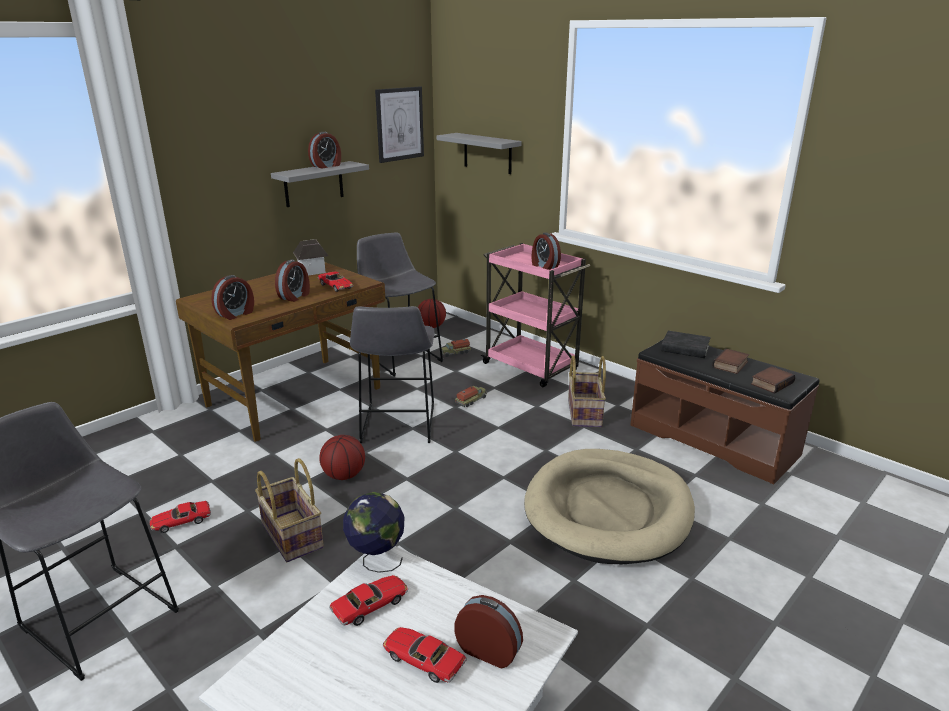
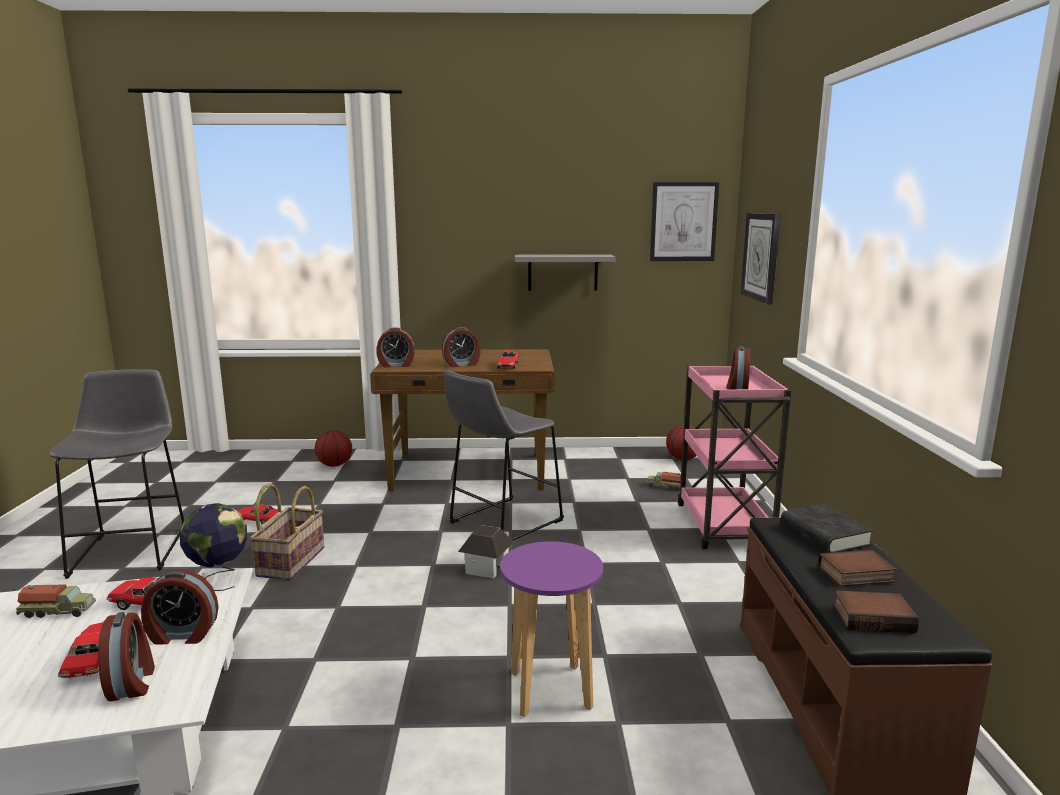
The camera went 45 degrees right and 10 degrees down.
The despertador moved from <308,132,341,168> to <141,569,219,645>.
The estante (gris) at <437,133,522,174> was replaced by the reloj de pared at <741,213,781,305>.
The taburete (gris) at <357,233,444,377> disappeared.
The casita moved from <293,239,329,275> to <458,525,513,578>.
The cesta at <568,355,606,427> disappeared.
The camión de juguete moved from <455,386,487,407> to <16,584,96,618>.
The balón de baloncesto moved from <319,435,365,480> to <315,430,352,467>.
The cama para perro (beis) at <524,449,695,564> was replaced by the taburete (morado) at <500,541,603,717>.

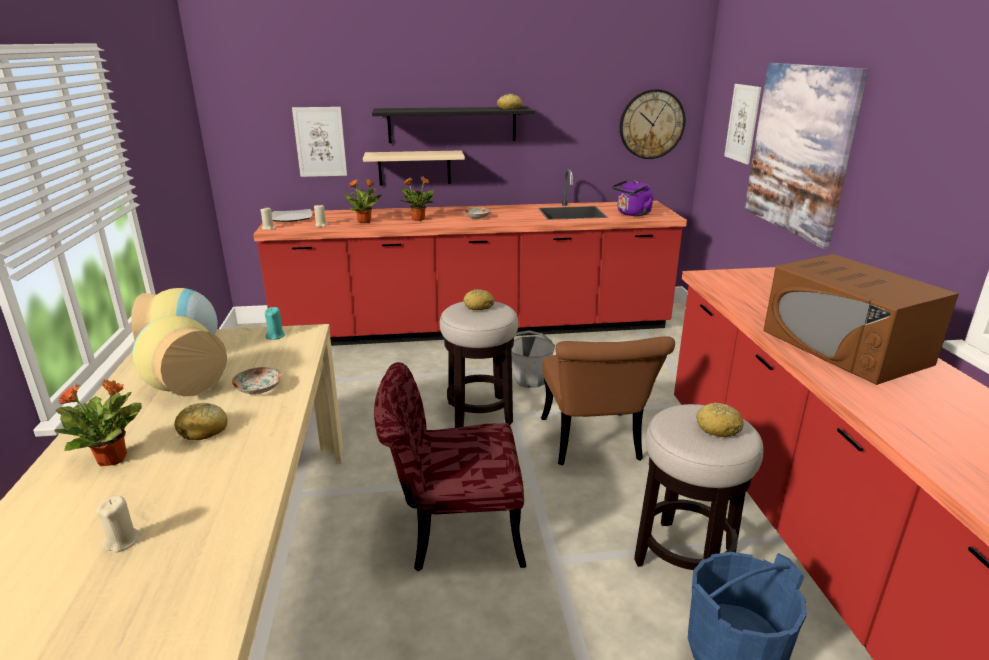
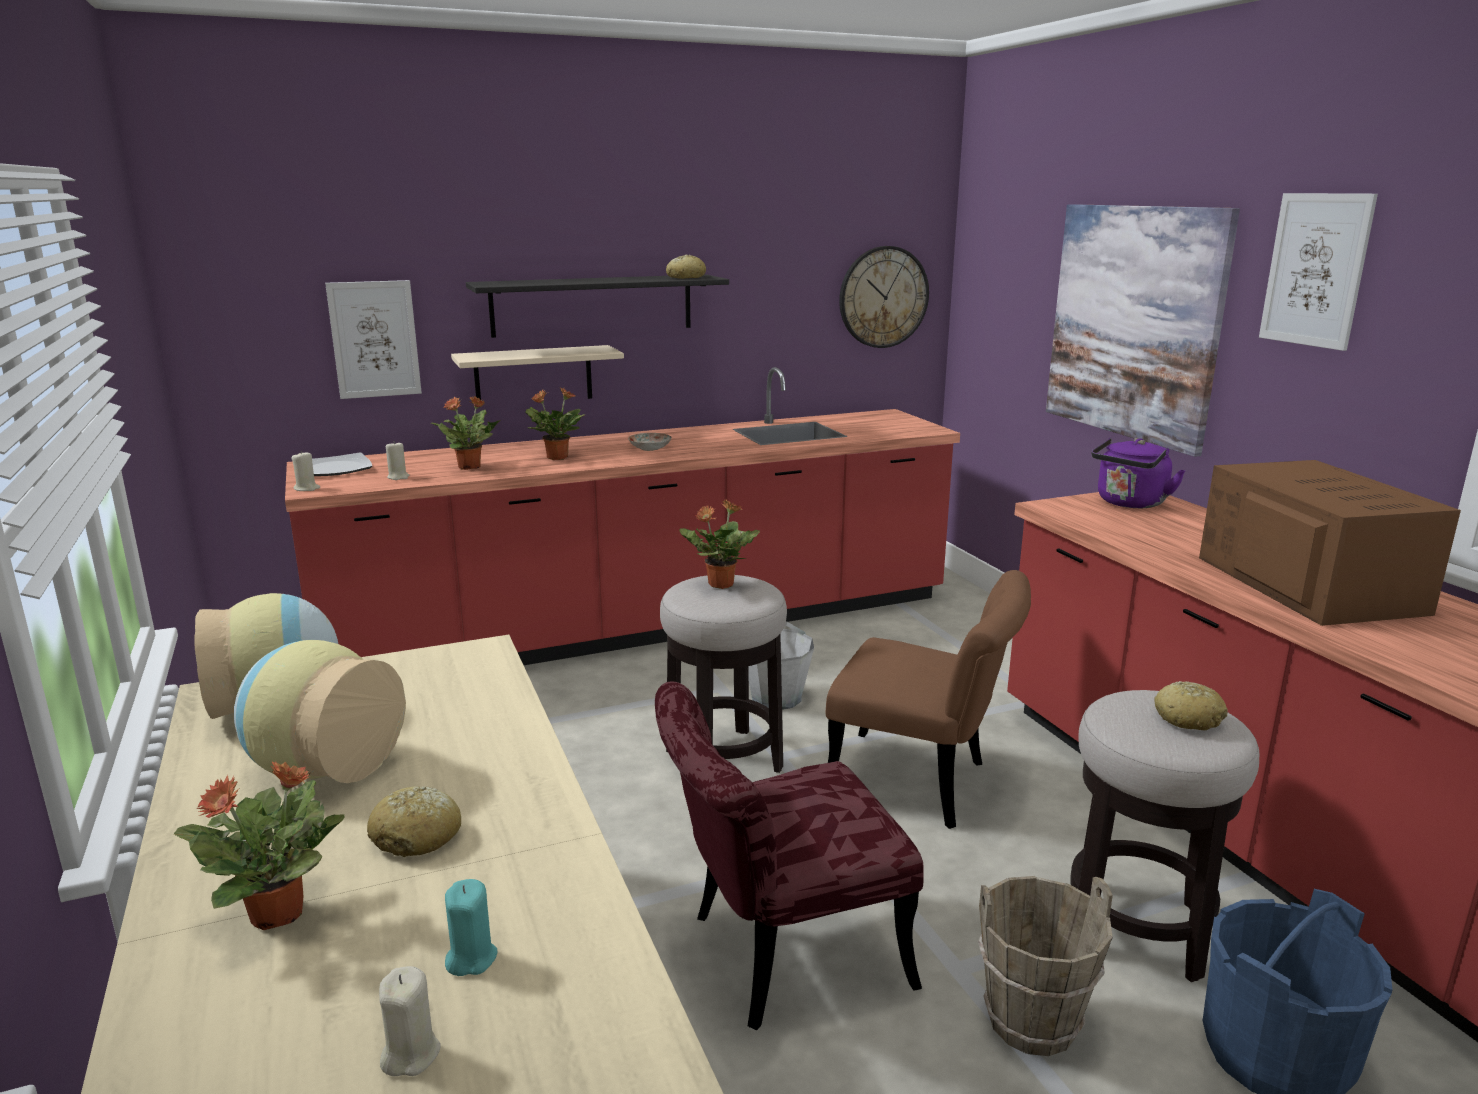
The camera went 15 degrees left and 5 degrees down.
The cuadro moved from <724,84,761,165> to <1259,193,1378,351>.
The hervidor (morado) moved from <612,180,654,216> to <1091,438,1185,508>.
The microondas (marrón) at <763,254,959,385> turned 150 degrees counterclockwise.
The pan at <464,289,494,310> was replaced by the planta en maceta at <679,500,760,589>.
The vela (turquesa) moved from <265,307,285,340> to <445,879,497,976>.
The silla (marrón) at <541,336,675,465> turned 45 degrees counterclockwise.
The plato at <231,367,282,394> disappeared.
The cubo (marrón) at <978,876,1113,1056> appeared.

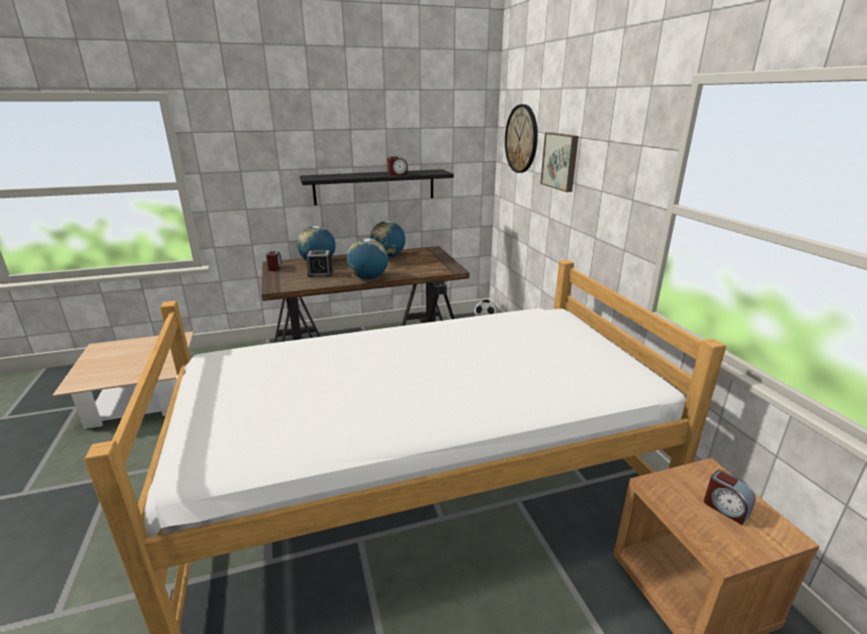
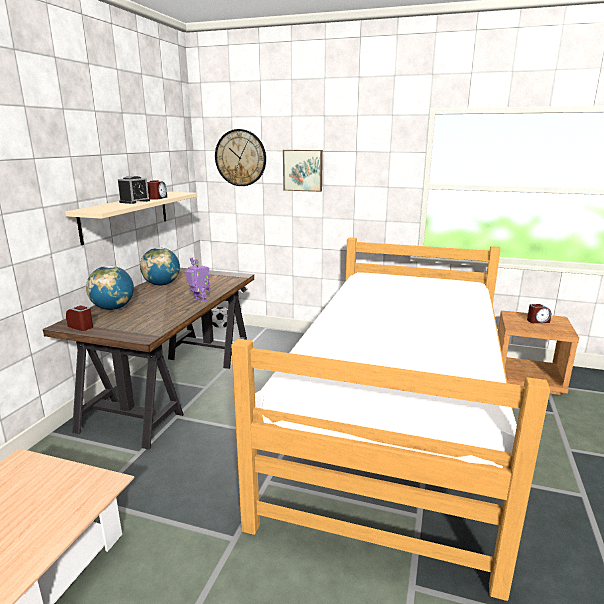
The camera went 55 degrees left and 5 degrees down.
The estante (negro) at <300,169,454,205> became the estante (beis) at <65,192,197,245>.
The globo terráqueo at <347,238,388,279> was replaced by the robot de juguete at <186,258,209,303>.
The despertador moved from <306,249,333,277> to <118,176,150,204>.

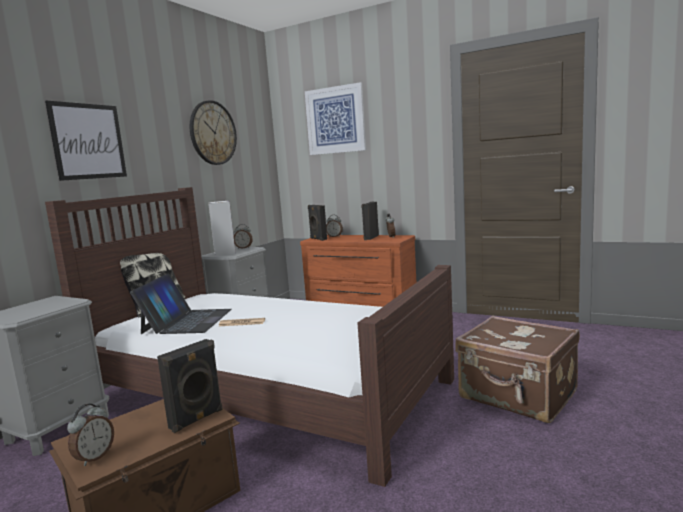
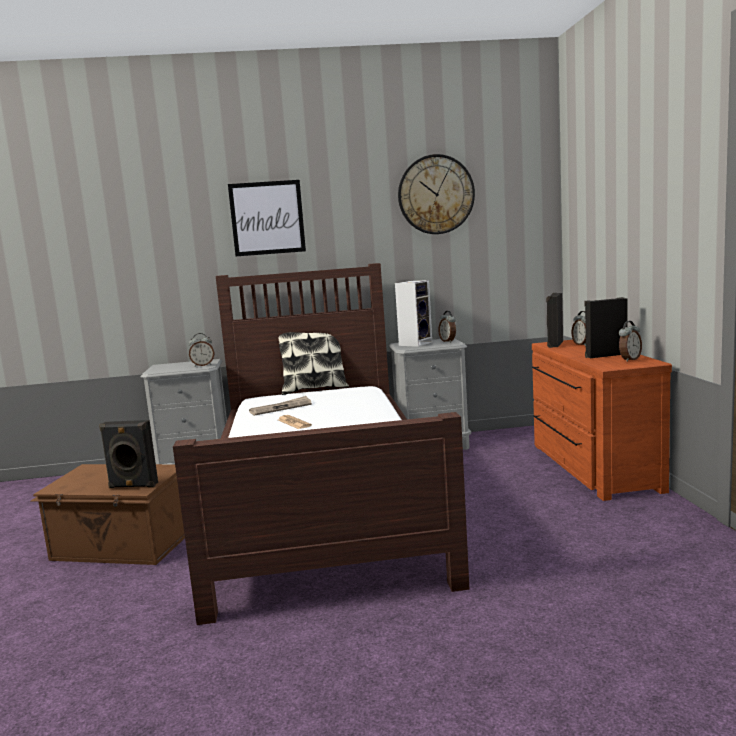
The camera went 55 degrees right and 0 degrees up.
The cuadro at <305,82,366,155> disappeared.
The portátil at <130,273,232,334> was replaced by the periódico at <249,396,312,416>.
The maleta (marrón) at <455,316,580,423> disappeared.
The despertador moved from <67,404,114,466> to <189,333,214,367>.

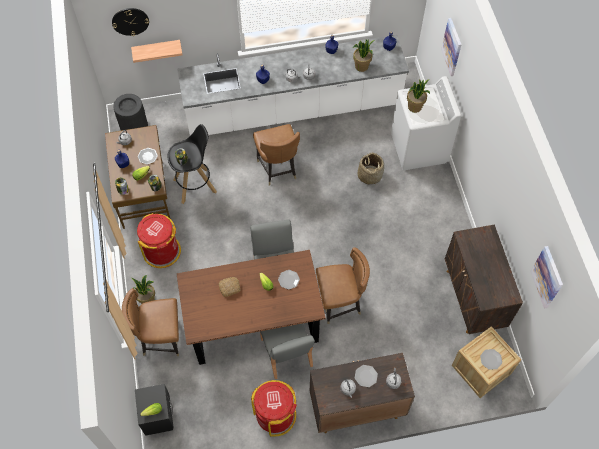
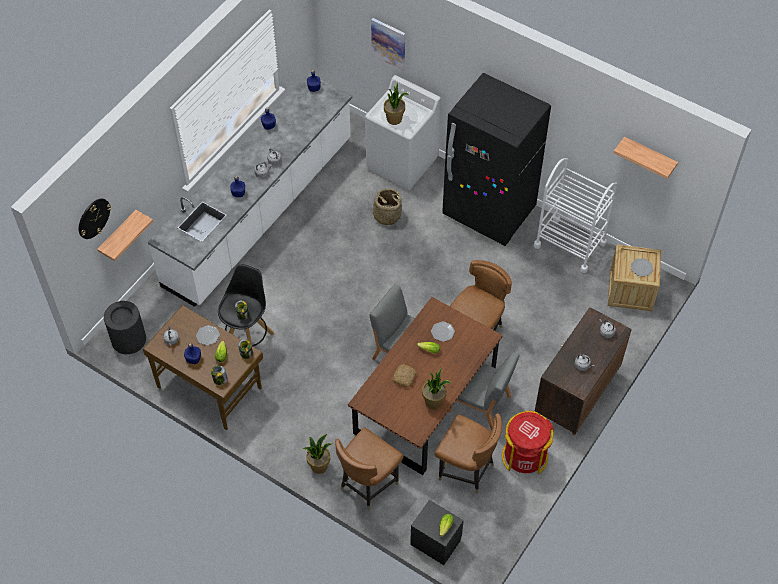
The camera went 45 degrees left and 5 degrees down.
The planta en maceta moved from <353,39,375,72> to <422,367,451,409>.
The silla (marrón) moved from <253,124,300,185> to <435,413,502,494>.
The papelera (rojo) at <137,213,181,268> disappeared.
The armario (marrón) at <445,224,523,334> was replaced by the carrito (blanco) at <533,158,618,273>.
The cuadro at <530,246,563,309> was replaced by the estante at <613,137,678,179>.
The plato at <355,365,378,387> disappeared.
The nevera (negro) at <442,73,551,246> appeared.

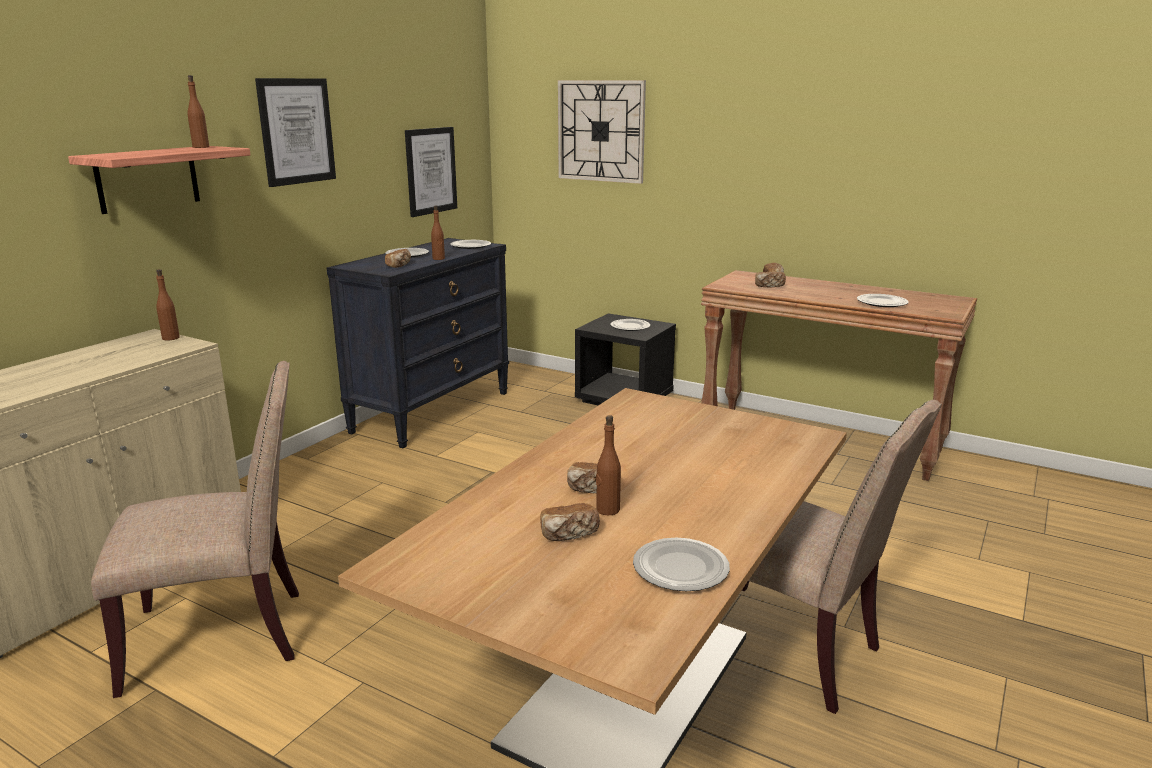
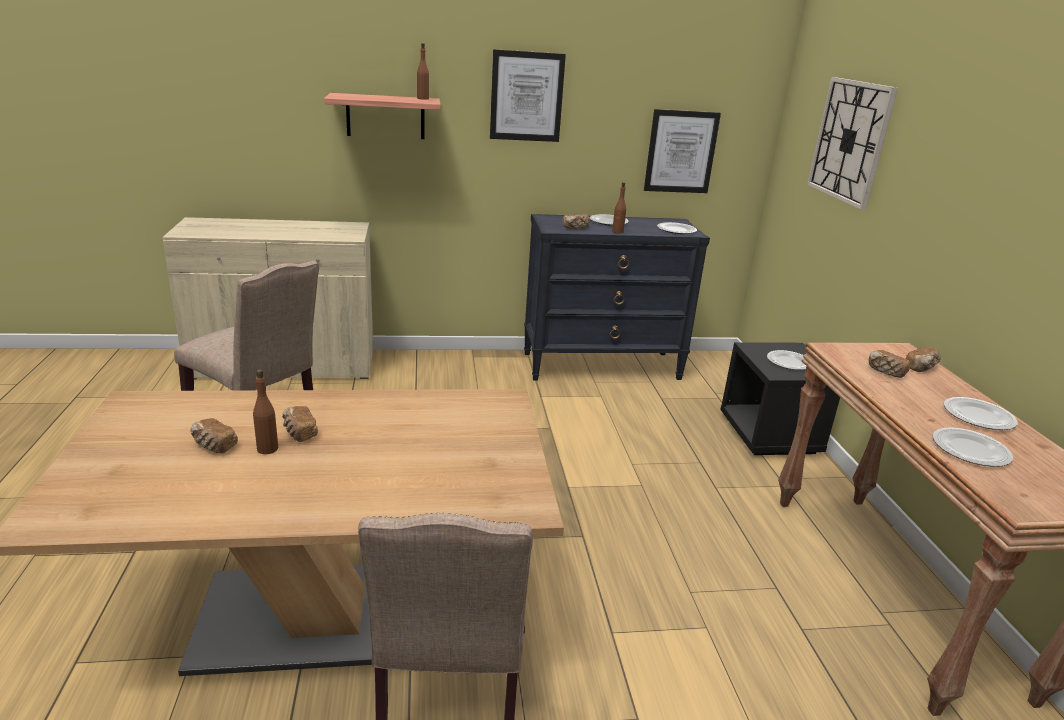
The camera went 50 degrees right and 5 degrees up.
The botella (marrón) at <156,269,180,341> disappeared.
The plato moved from <633,538,730,591> to <944,397,1018,430>.

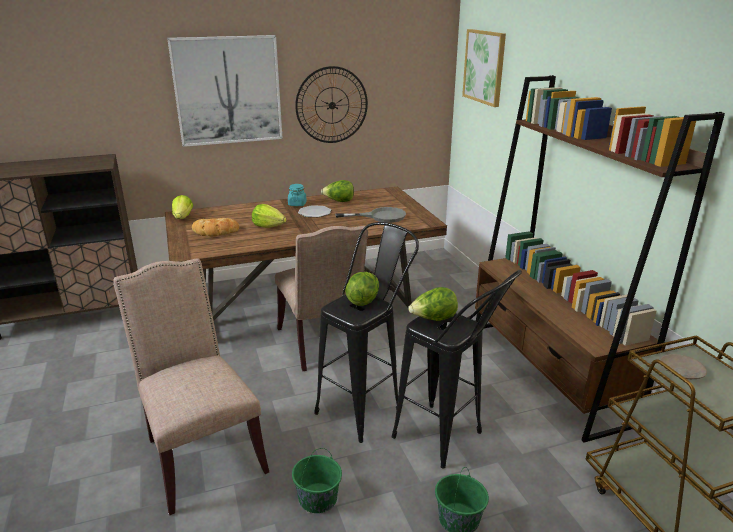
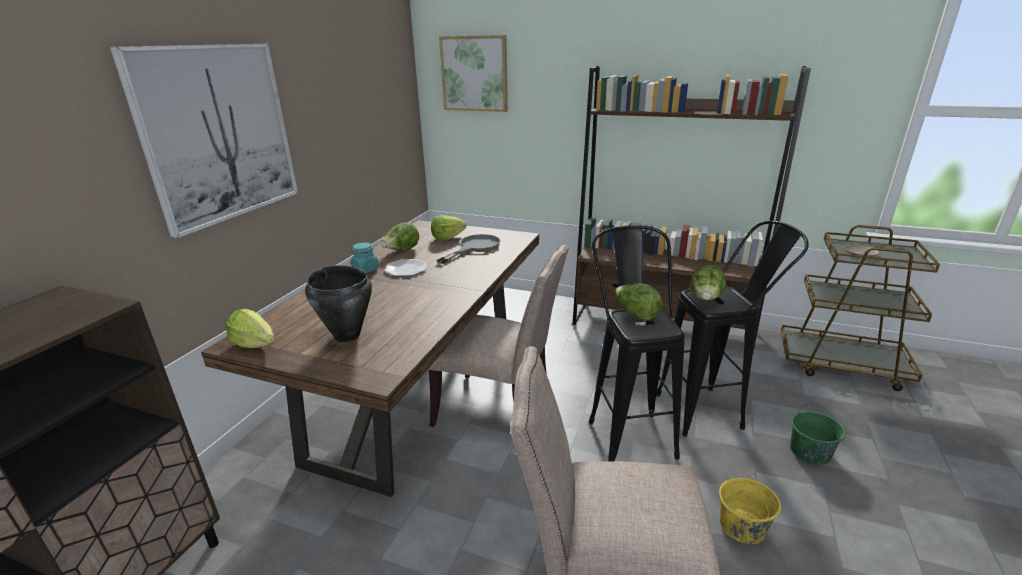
The camera went 50 degrees left and 0 degrees up.
The reloj de pared at <295,66,368,143> disappeared.
The lechuga moved from <252,204,286,228> to <431,215,467,240>.
The pan at <192,218,239,236> was replaced by the olla (negro) at <305,265,372,342>.
The cubo (verde) at <292,448,342,513> became the cubo (amarillo) at <719,470,781,544>.

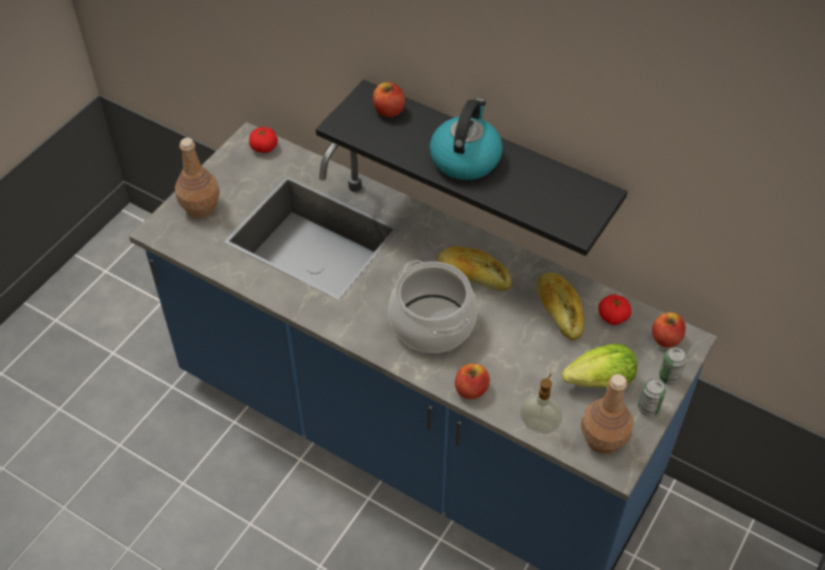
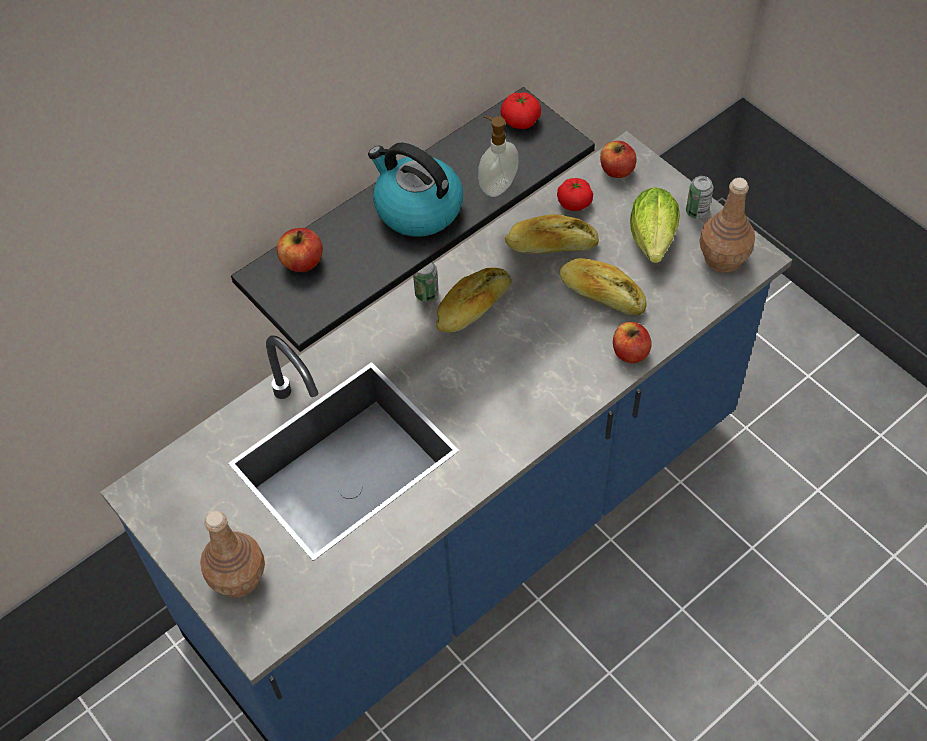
The camera went 70 degrees left and 5 degrees up.
The tomate moved from <249,127,278,153> to <501,92,541,129>.
The olla at <388,260,477,353> disappeared.
The lata moved from <659,347,687,385> to <413,262,439,302>.
The dispensador de jabón moved from <520,373,562,434> to <478,116,519,197>.
The pan at <559,258,647,315> appeared.

